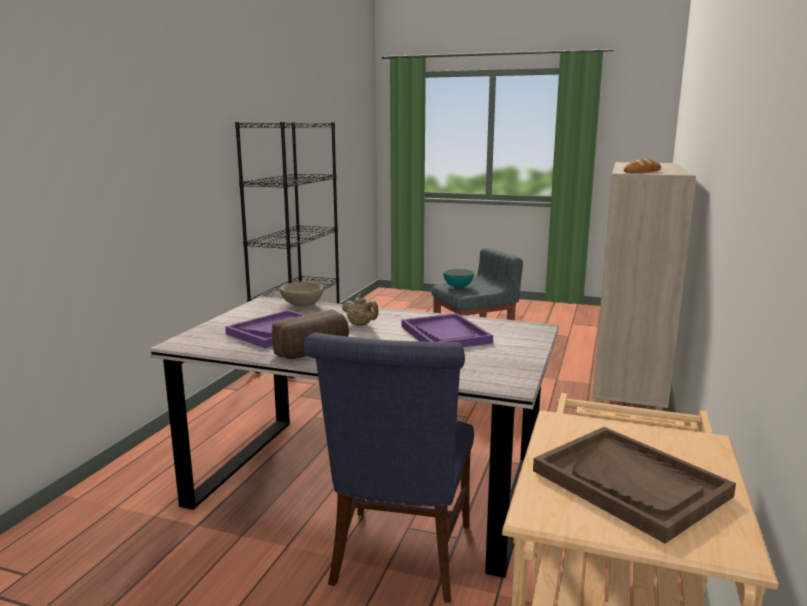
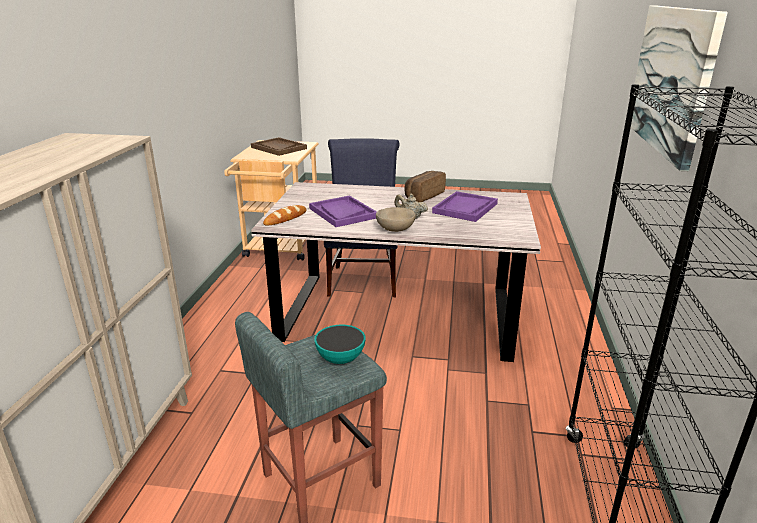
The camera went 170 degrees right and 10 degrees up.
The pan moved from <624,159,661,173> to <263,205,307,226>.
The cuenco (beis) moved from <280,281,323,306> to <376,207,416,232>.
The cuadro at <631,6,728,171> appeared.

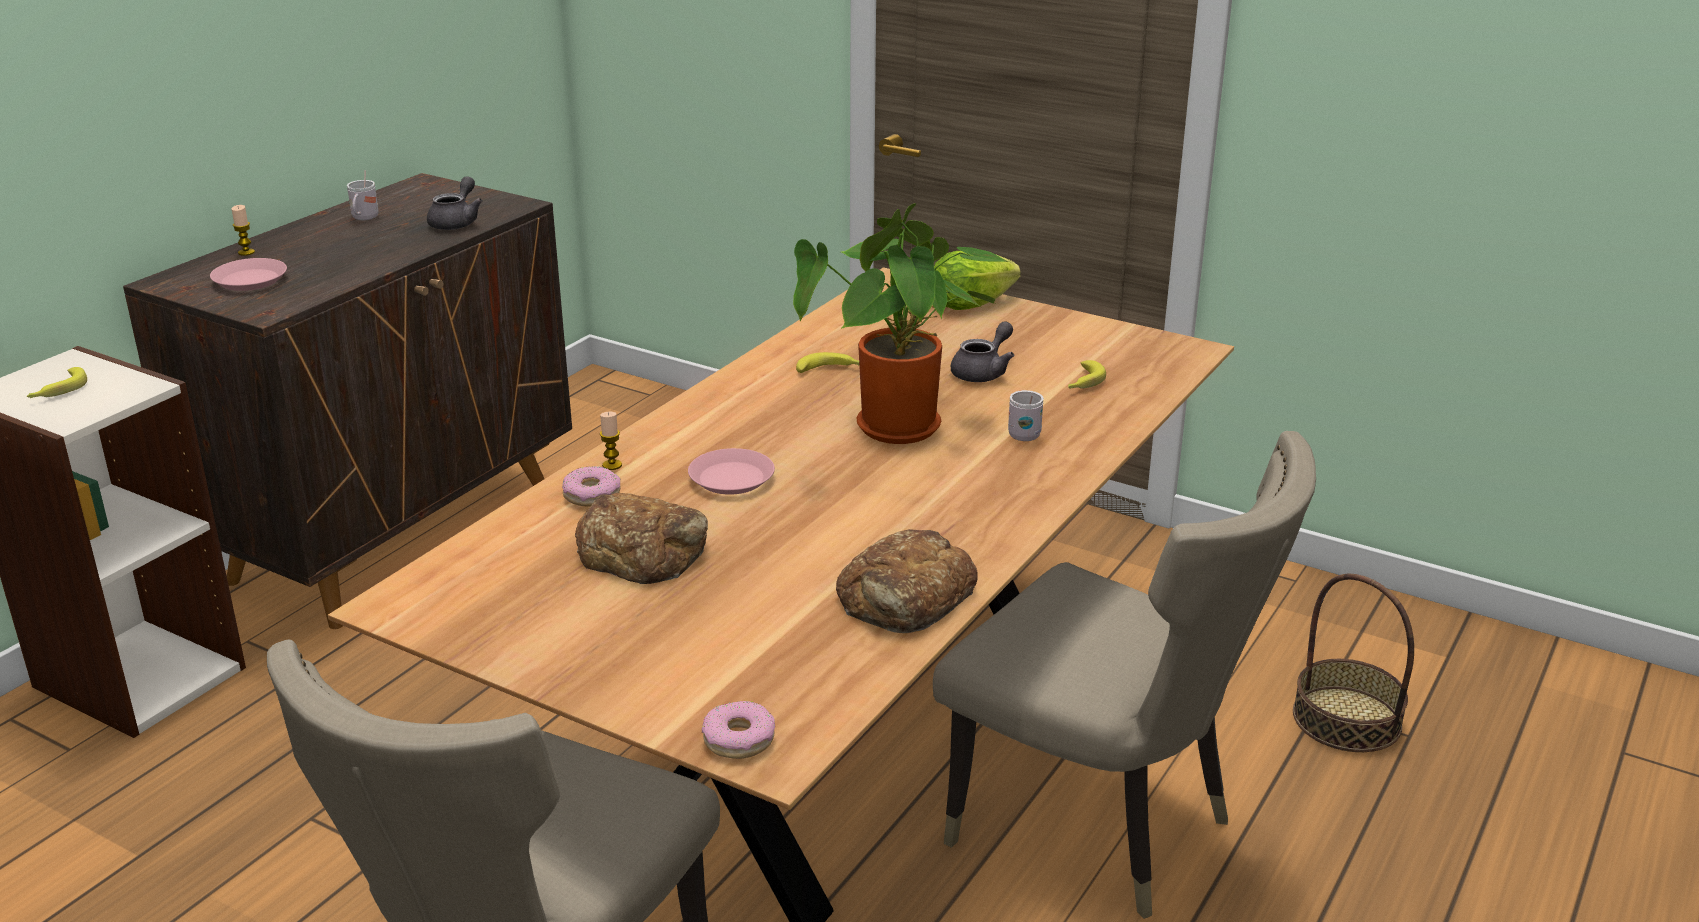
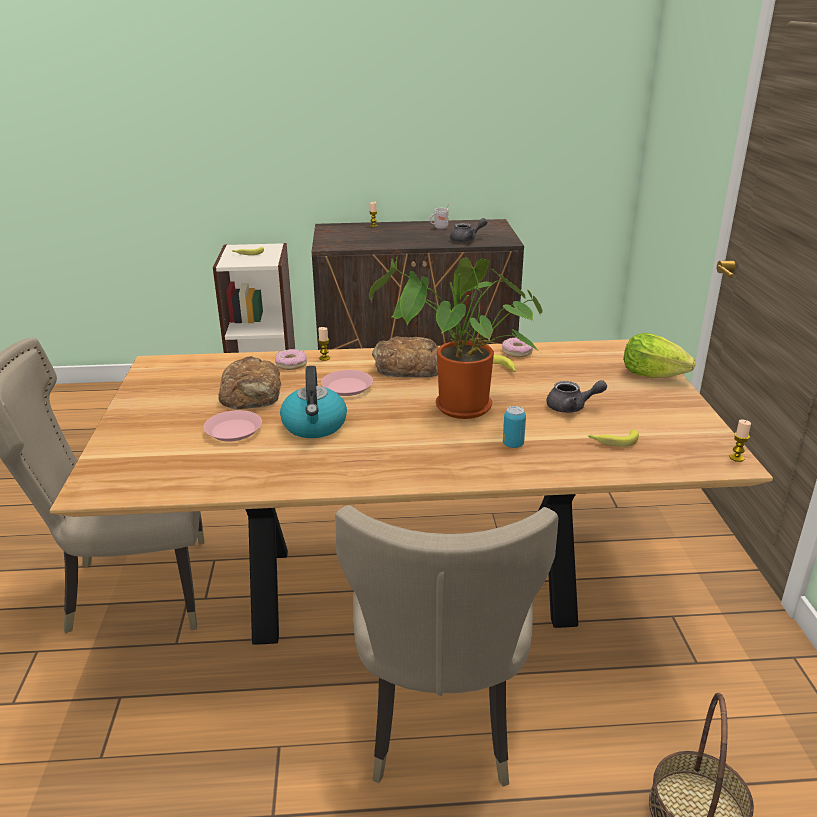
The camera went 55 degrees right and 0 degrees up.
The plato (rosa) moved from <210,258,287,291> to <203,410,262,441>.
The taza grande (blanco) at <1008,390,1044,441> was replaced by the lata at <503,406,526,448>.
The pan moved from <836,529,978,633> to <372,336,439,377>.
The rosquilla moved from <702,701,775,759> to <502,337,533,357>.
The hervidor at <280,366,347,438> appeared.
The vela at <729,419,751,462> appeared.

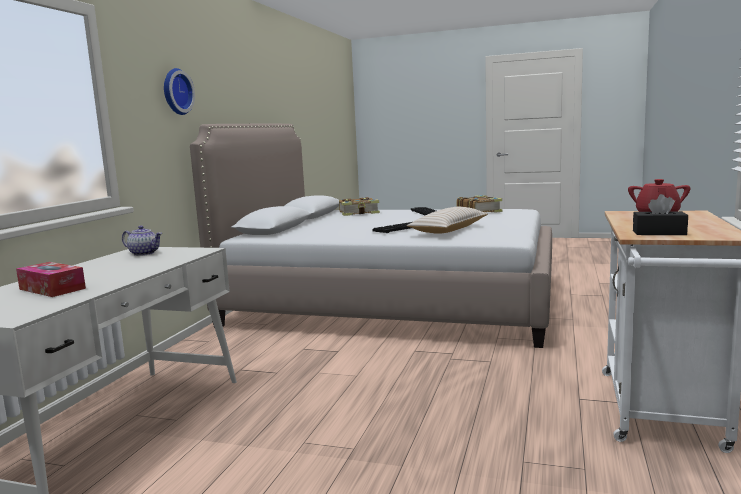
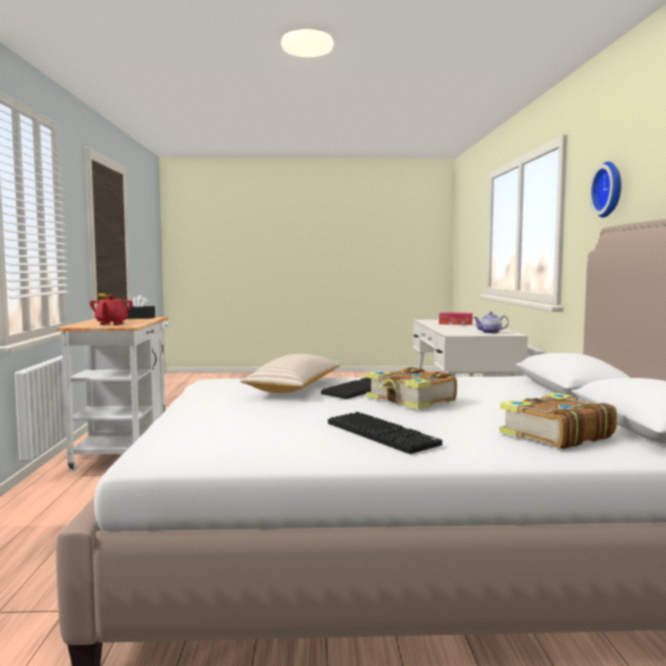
The camera went 160 degrees right and 5 degrees down.
The libro moved from <456,195,502,213> to <367,367,457,409>.

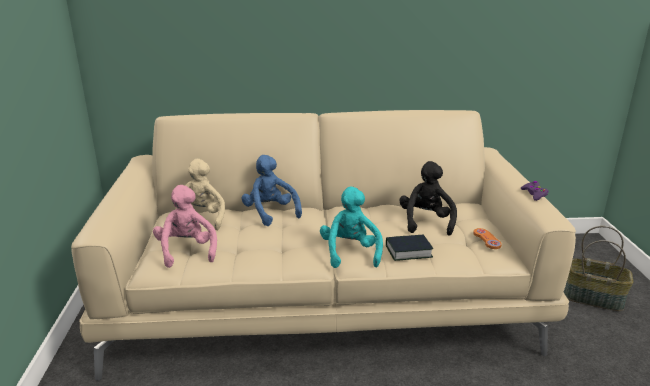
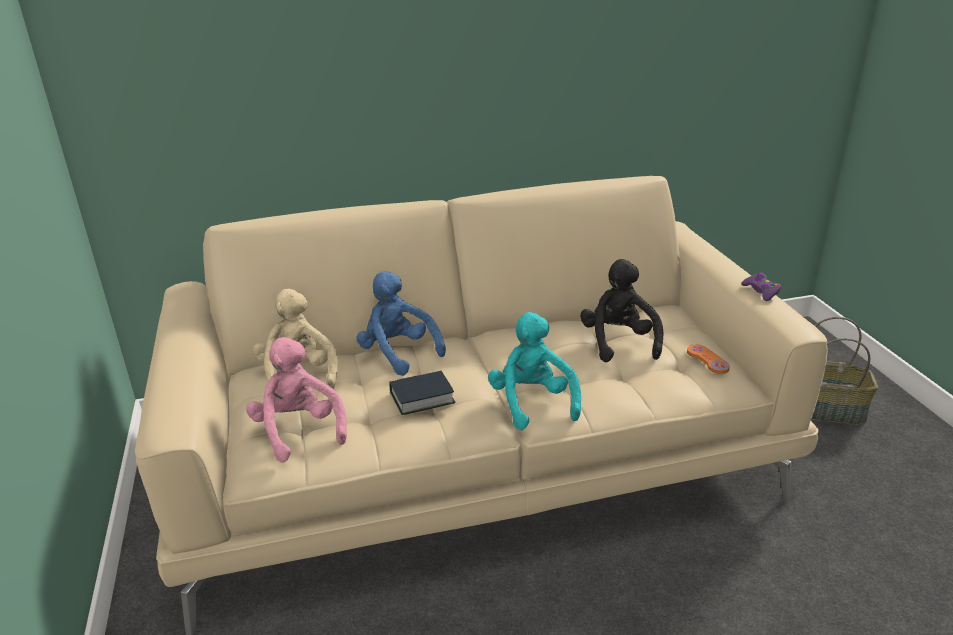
The camera went 10 degrees left and 5 degrees up.
The libro moved from <386,234,433,261> to <389,371,456,415>.

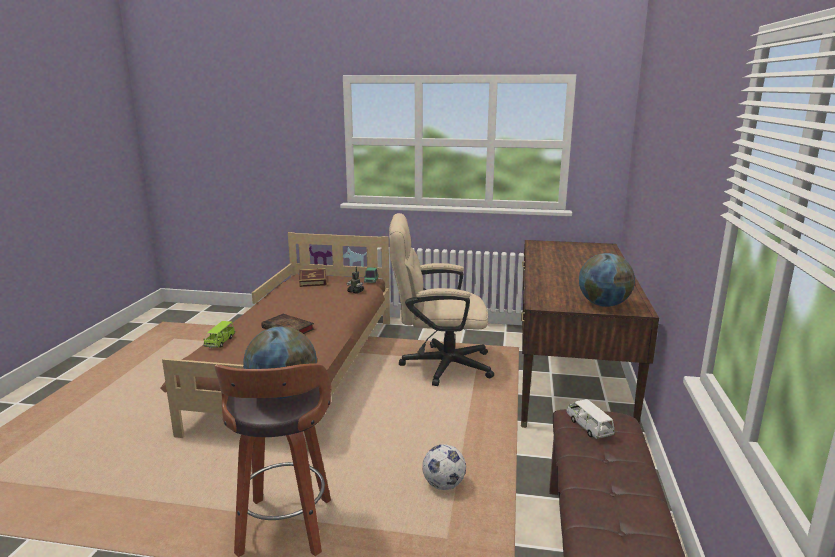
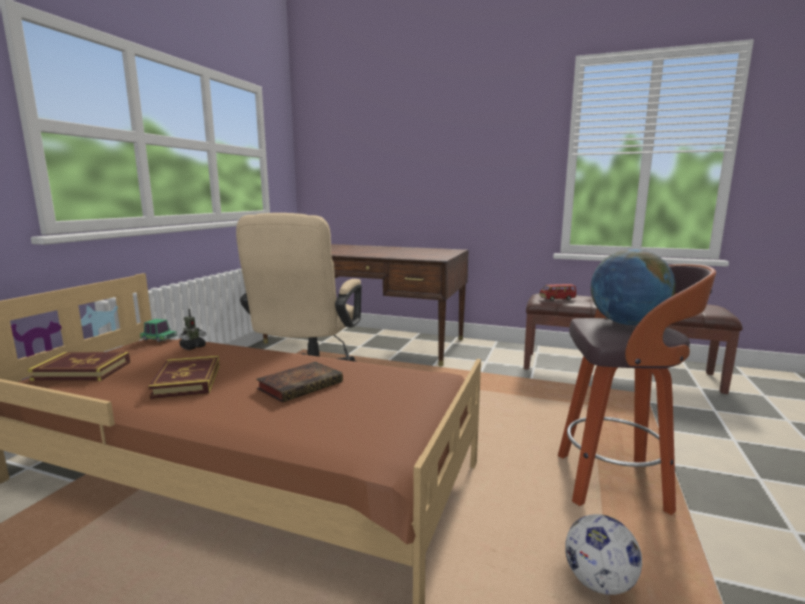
The camera went 80 degrees left and 5 degrees down.
The globo terráqueo at <579,253,635,307> disappeared.
The coche de juguete (verde) at <203,321,235,348> disappeared.
The coche de juguete (blanco) at <566,399,615,439> became the coche de juguete (rojo) at <539,284,577,301>.
The balón de fútbol moved from <422,444,466,490> to <565,514,642,595>.
The libro at <148,356,220,399> appeared.

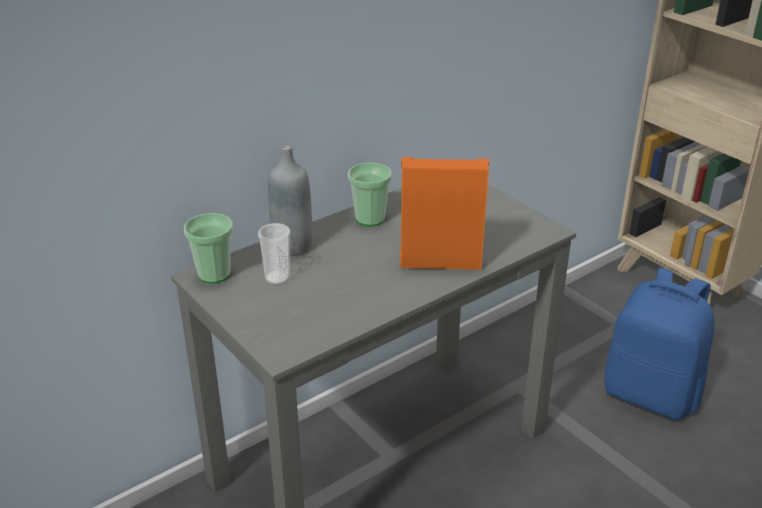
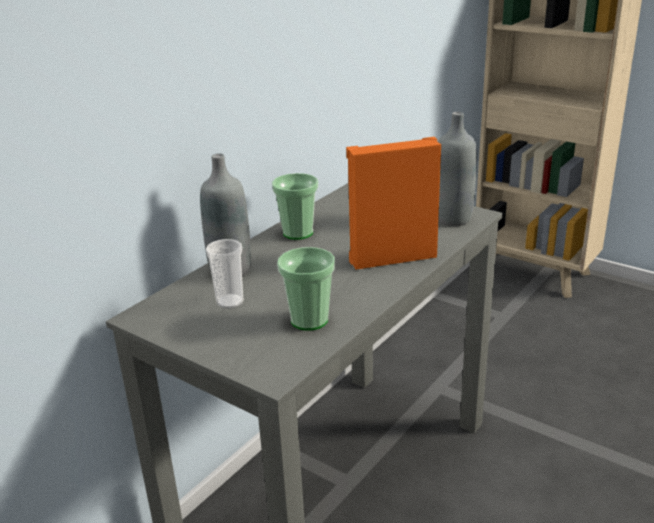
The camera went 15 degrees left and 5 degrees down.
The taza moved from <184,213,233,284> to <277,247,335,331>.
The mochila (azul) at <604,268,714,420> disappeared.
The botella (gris) at <438,112,477,226> appeared.

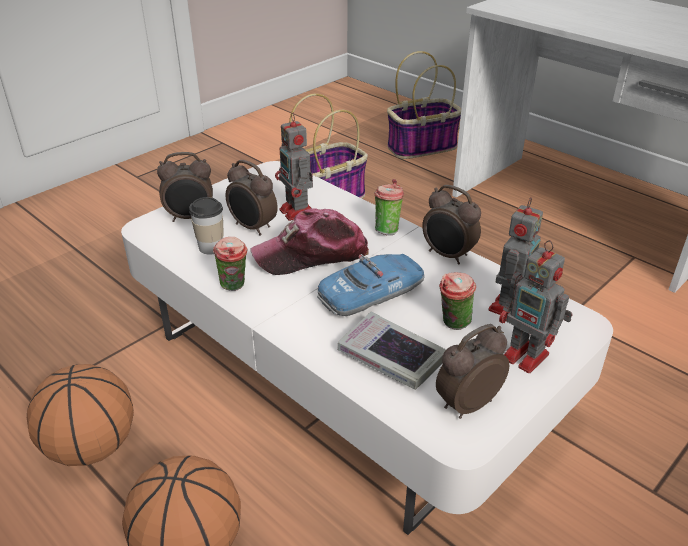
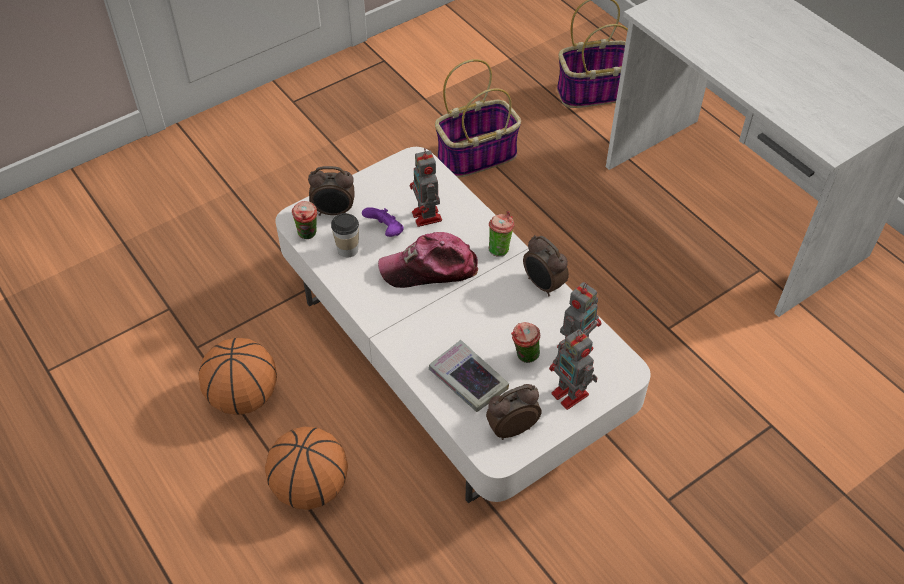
The camera went 10 degrees right and 15 degrees up.
The despertador at <226,160,278,236> was replaced by the mando de consola (morado) at <362,207,404,237>.
The taza moved from <213,237,248,291> to <292,201,318,239>.
The coche de juguete at <317,254,424,316> disappeared.

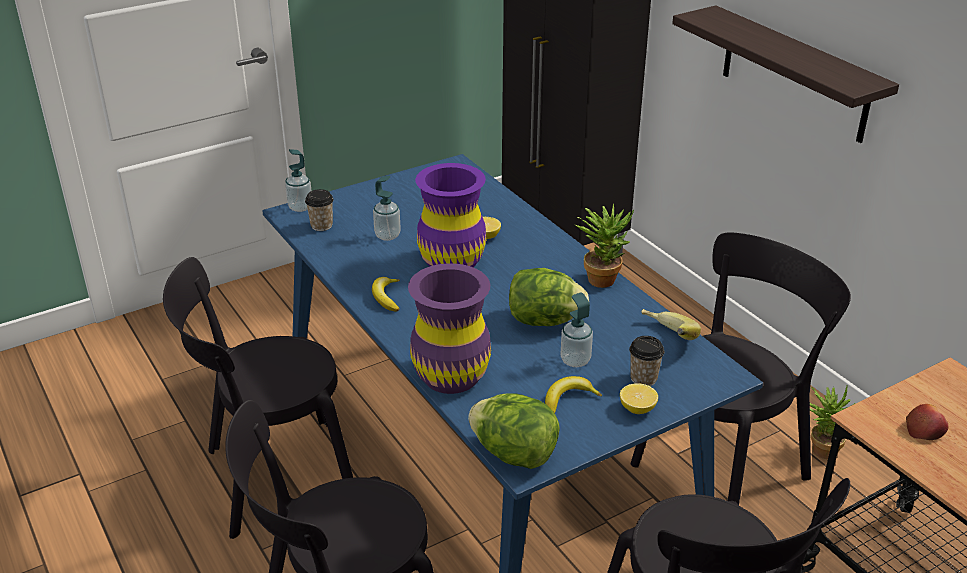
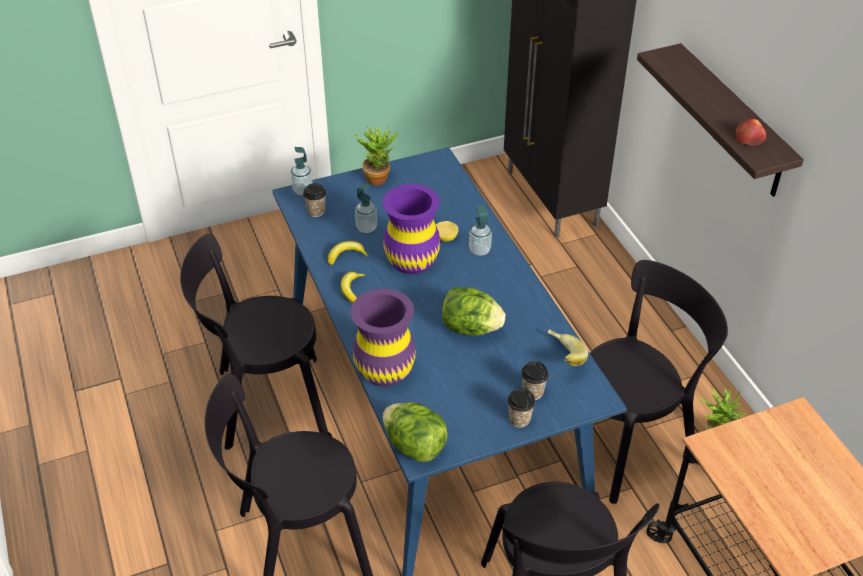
The camera went 10 degrees right and 10 degrees up.
The planta en maceta moved from <576,203,634,288> to <353,125,398,186>.
The dispensador de jabón moved from <561,293,593,367> to <469,205,492,256>.
The plátano moved from <545,376,602,413> to <328,241,369,266>.
The limón at <620,383,658,414> was replaced by the taza at <507,388,535,428>.
The manzana moved from <906,404,948,440> to <735,119,766,146>.

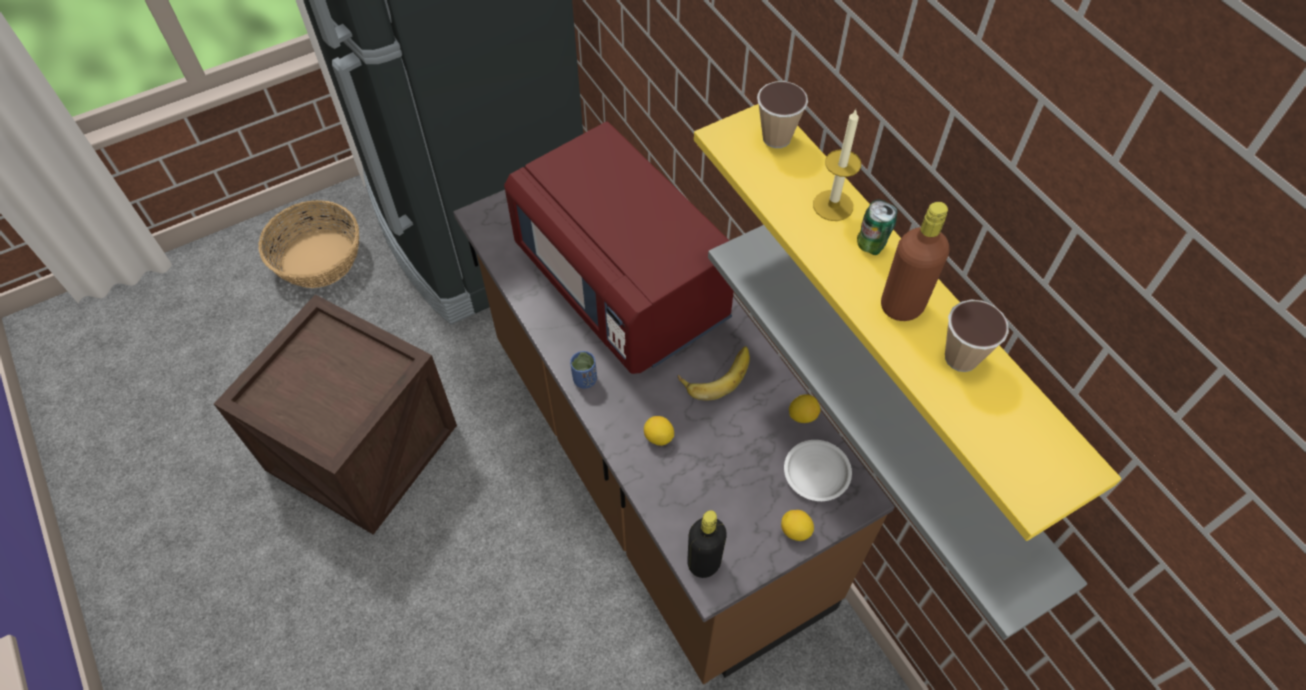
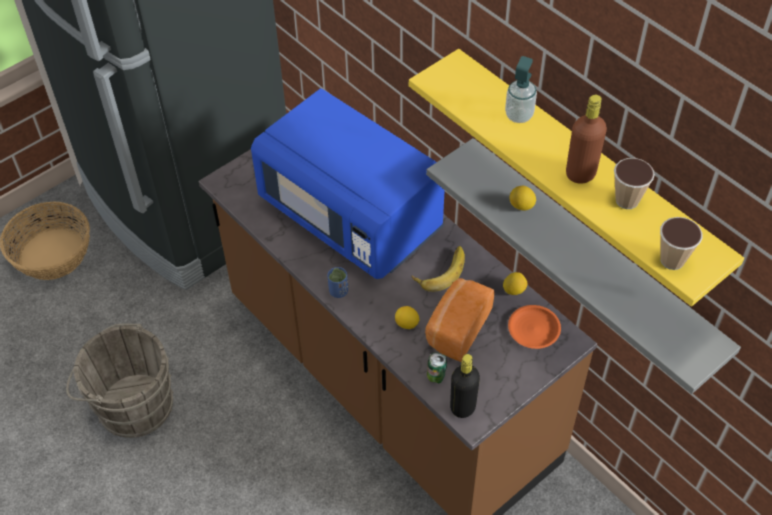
The camera went 10 degrees left and 5 degrees down.
The taza moved from <757,81,808,148> to <660,217,702,270>.
The vela at <813,110,861,221> was replaced by the dispensador de jabón at <505,56,537,123>.
The microondas (rojo) at <504,122,734,374> became the microondas (azul) at <251,88,445,279>.
The lata moved from <857,199,898,255> to <427,352,447,383>.
The caja de embalaje at <214,294,457,535> was replaced by the cubo (gris) at <66,324,173,438>.
The plato (blanco) at <784,440,852,501> became the plato (naranja) at <508,305,561,349>.
The limón moved from <781,510,814,541> to <509,186,536,210>.
The pan at <425,278,494,362> appeared.

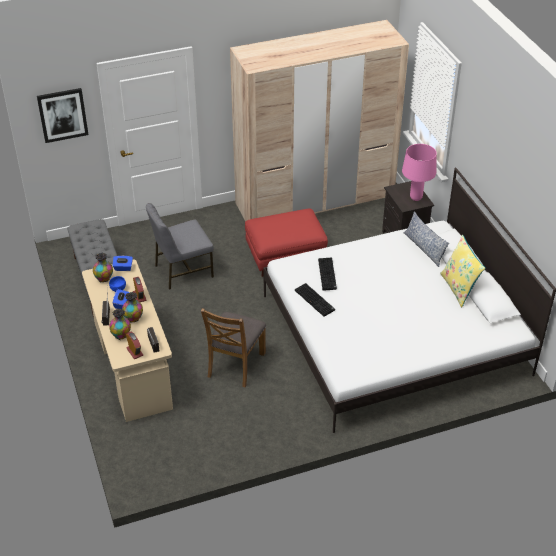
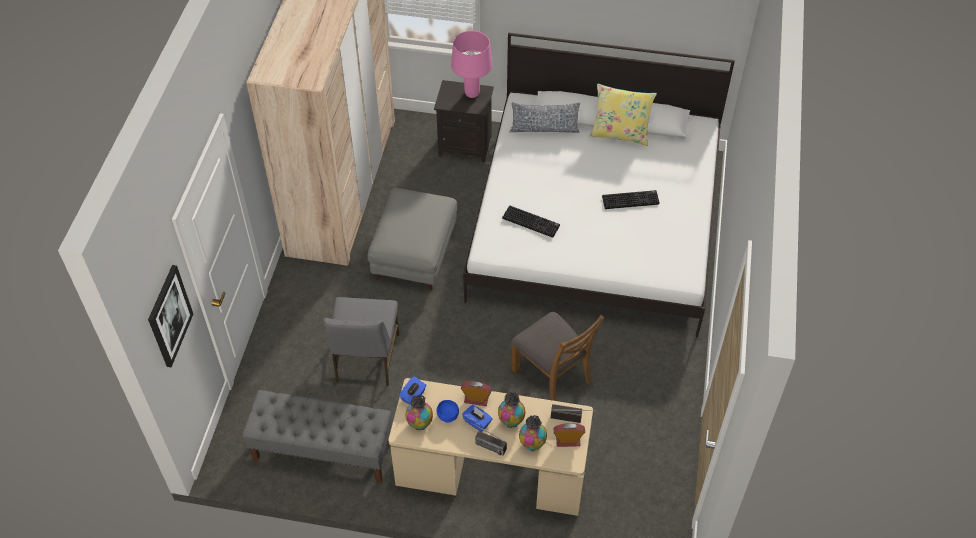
The camera went 60 degrees left and 10 degrees up.
The puf (rojo) at <245,209,328,277> became the puf (gris) at <367,188,457,290>.
The teclado moved from <295,283,335,317> to <602,190,659,209>.

